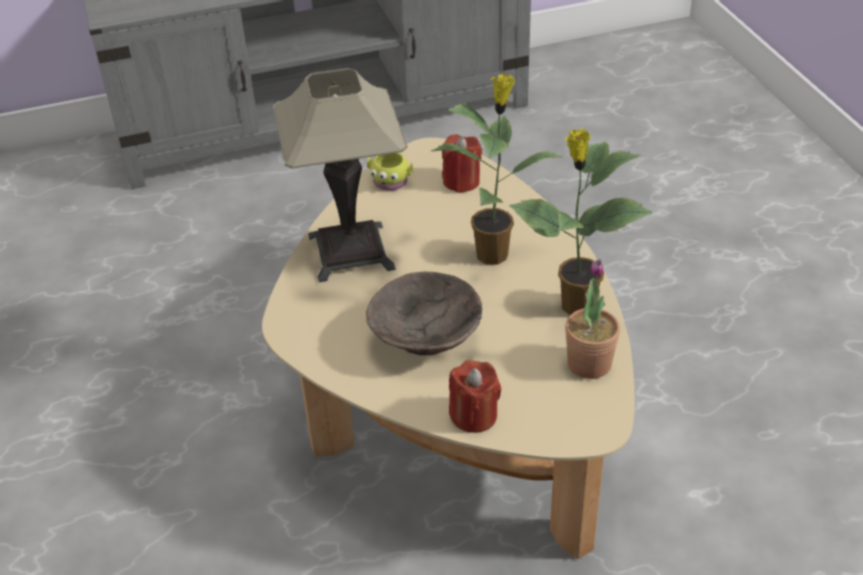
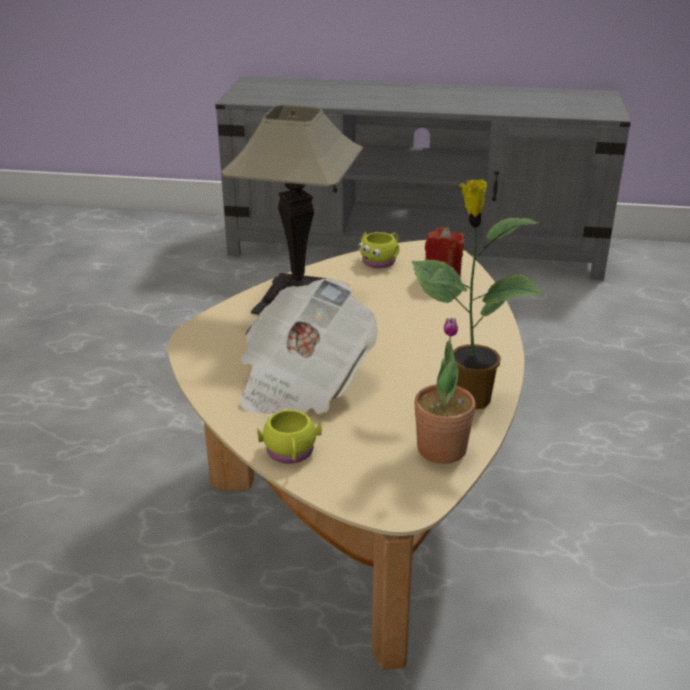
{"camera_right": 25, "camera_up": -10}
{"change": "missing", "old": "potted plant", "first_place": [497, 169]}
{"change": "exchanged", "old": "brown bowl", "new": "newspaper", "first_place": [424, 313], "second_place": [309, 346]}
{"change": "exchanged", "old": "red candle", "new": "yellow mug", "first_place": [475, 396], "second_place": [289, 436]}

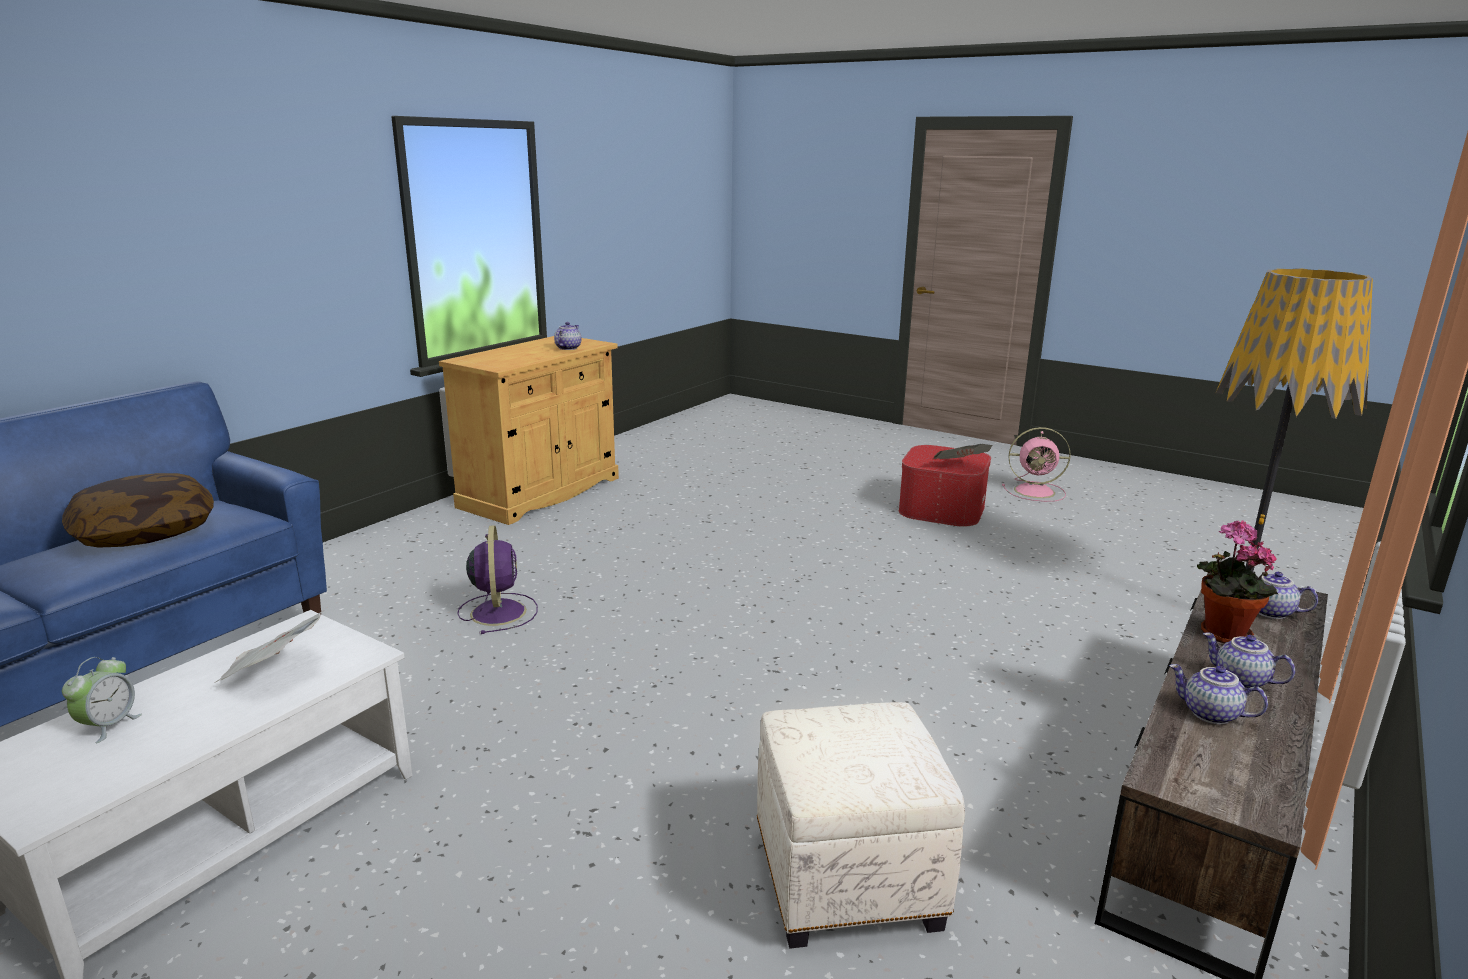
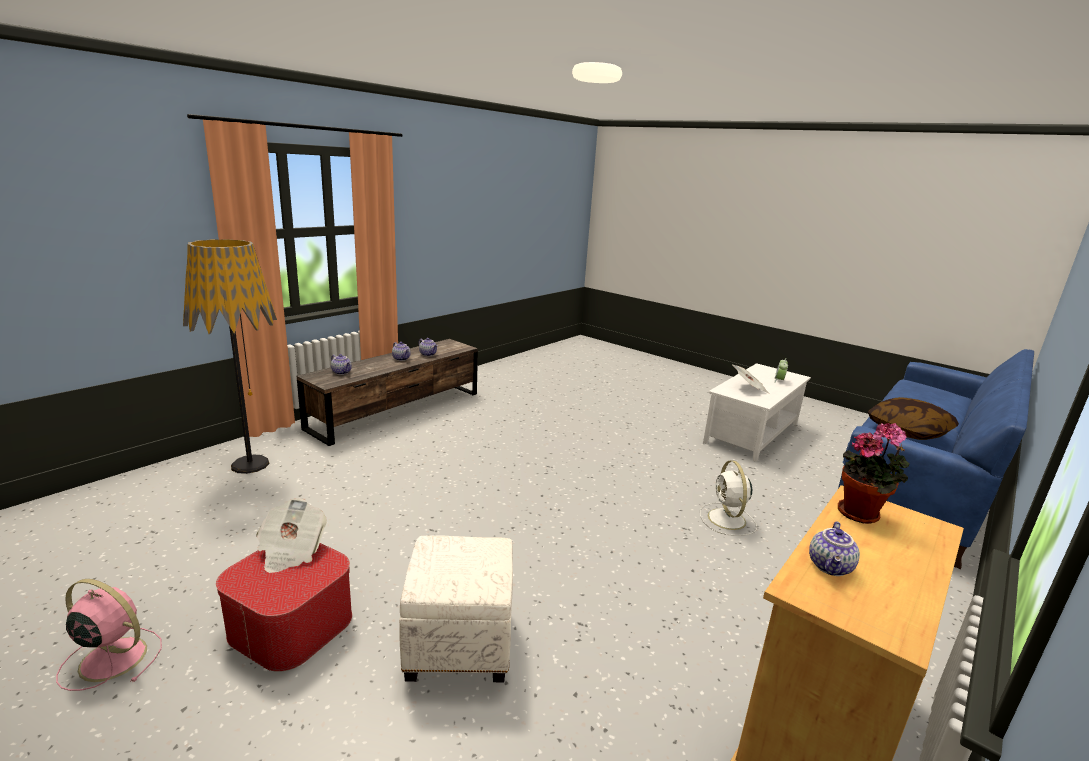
{"camera_right": -175, "camera_up": 0}
{"change": "relocated", "old": "potted plant", "first_place": [1237, 582], "second_place": [874, 473]}
{"change": "colour", "old": "purple fan", "new": "white fan", "first_place": [497, 579], "second_place": [728, 498]}
{"change": "relocated", "old": "white ottoman", "first_place": [861, 825], "second_place": [456, 609]}

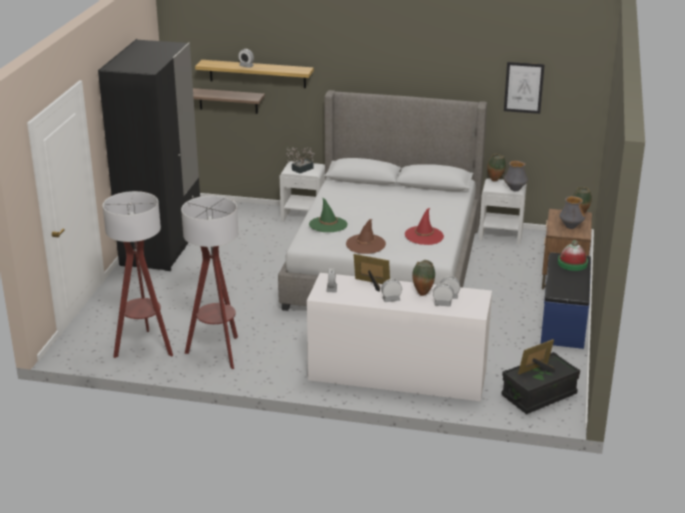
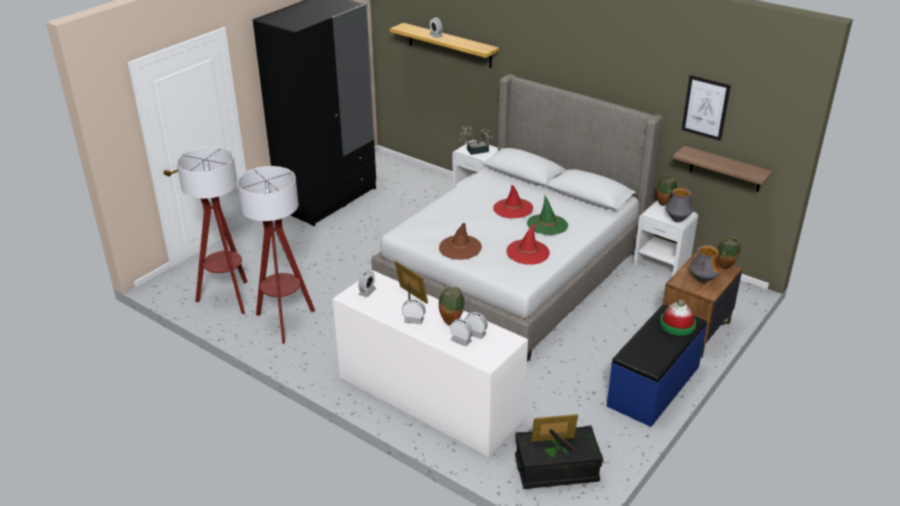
{"camera_right": 25, "camera_up": 5}
{"change": "relocated", "old": "shelf", "first_place": [229, 101], "second_place": [723, 169]}
{"change": "relocated", "old": "green hat", "first_place": [328, 214], "second_place": [547, 215]}
{"change": "appeared", "new": "red hat", "second_place": [513, 201]}

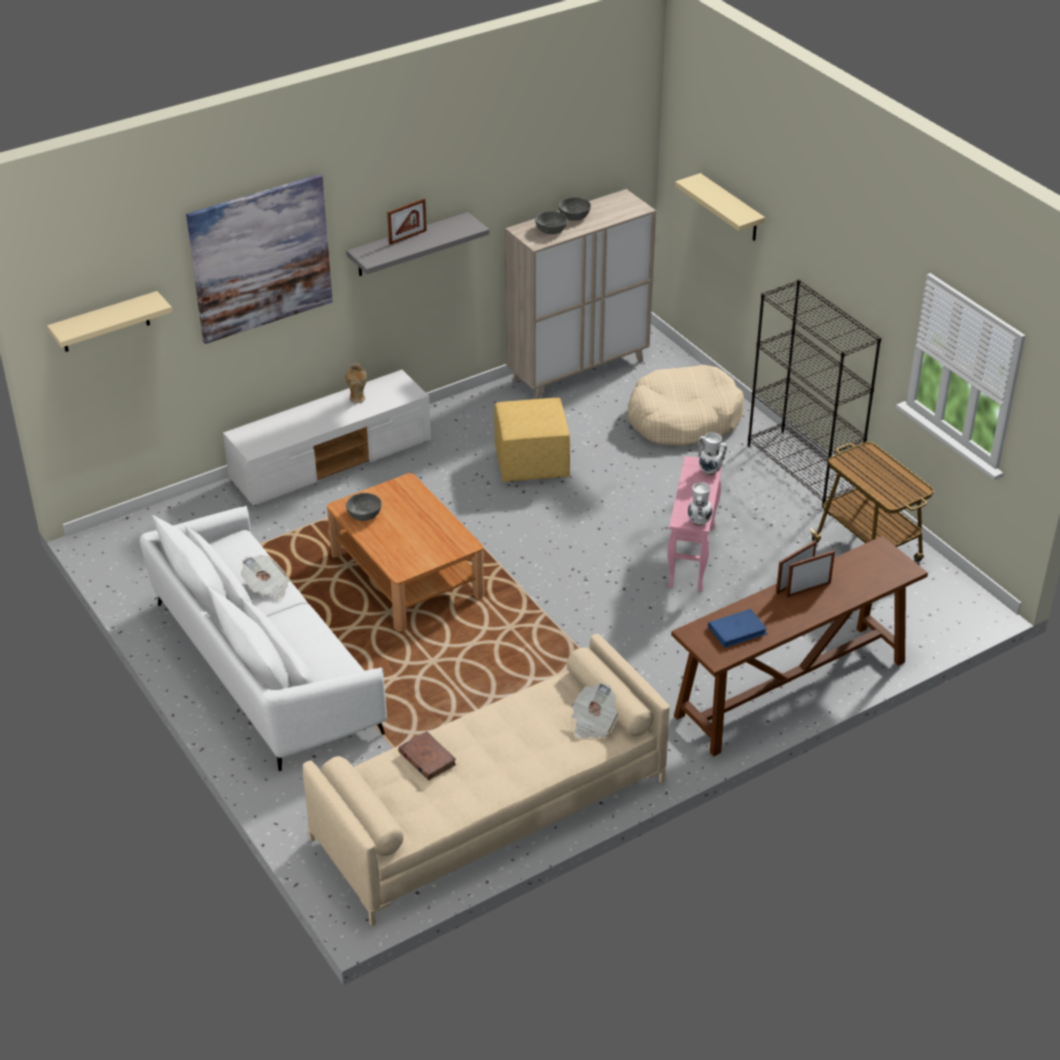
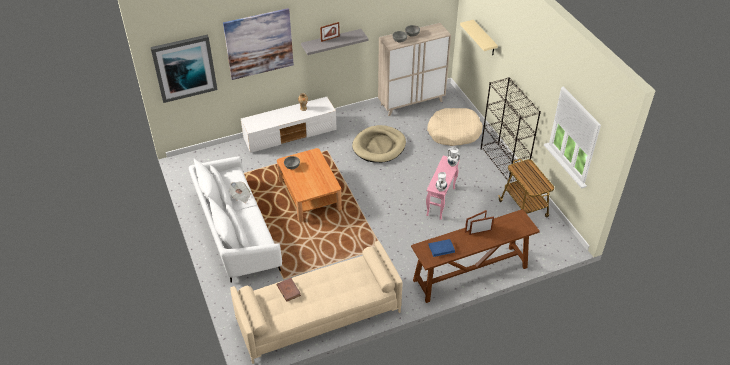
{"camera_right": 10, "camera_up": 5}
{"change": "exchanged", "old": "beige shelf", "new": "picture", "first_place": [109, 321], "second_place": [183, 69]}
{"change": "exchanged", "old": "yellow ottoman", "new": "beige dog bed", "first_place": [532, 440], "second_place": [379, 144]}
{"change": "missing", "old": "newspaper", "first_place": [595, 710]}

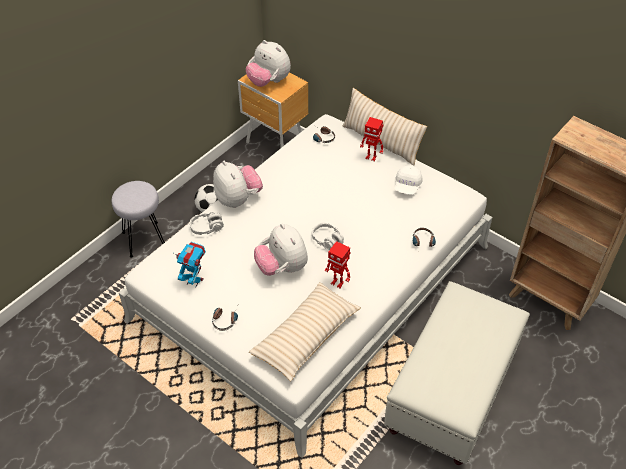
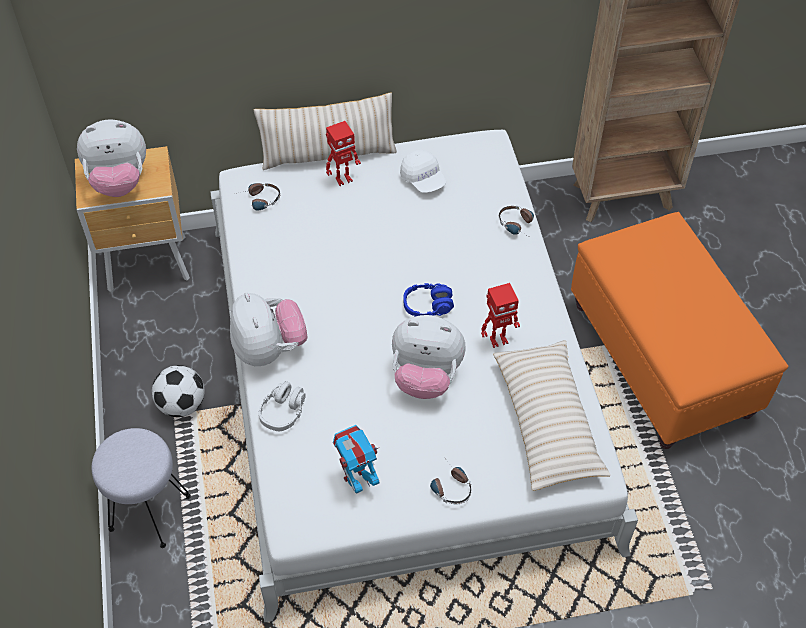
{"camera_right": -50, "camera_up": 5}
{"change": "spun", "old": "plush toy", "first_place": [238, 184], "second_place": [269, 329], "degrees": 60}
{"change": "colour", "old": "grey headphones", "new": "blue headphones", "first_place": [328, 236], "second_place": [429, 299]}
{"change": "colour", "old": "white ottoman", "new": "orange ottoman", "first_place": [457, 373], "second_place": [680, 330]}

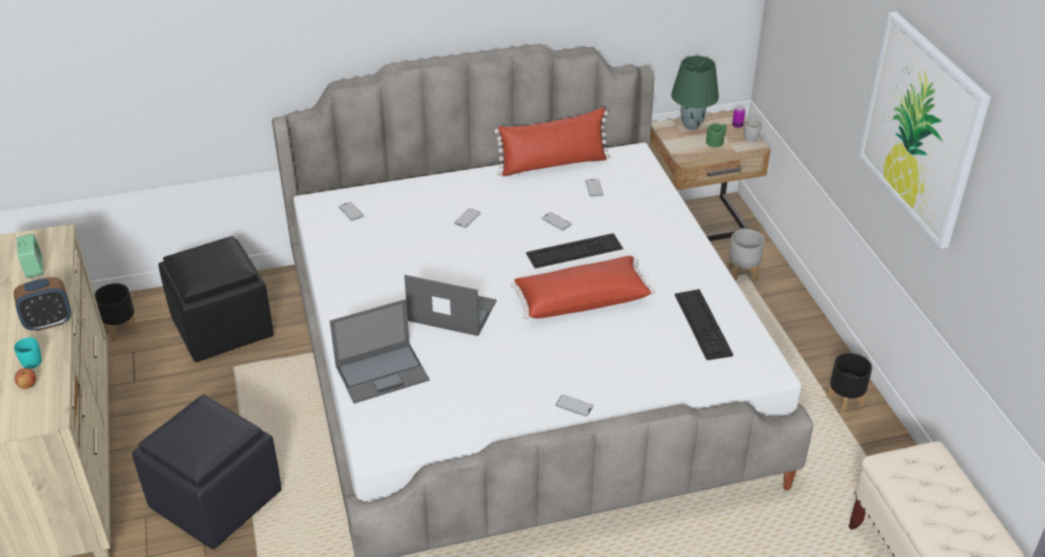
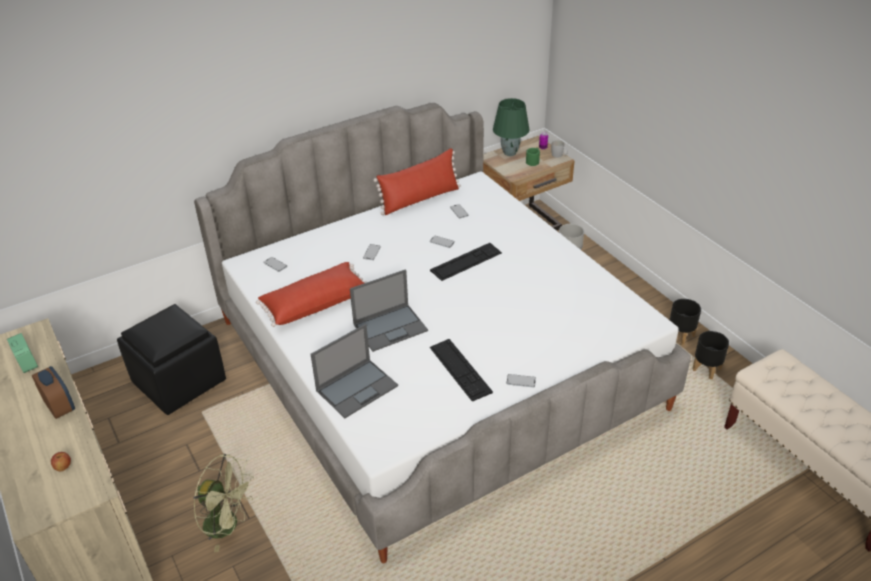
{"camera_right": -15, "camera_up": 0}
{"change": "missing", "old": "picture", "first_place": [925, 130]}
{"change": "relocated", "old": "red pillow", "first_place": [583, 287], "second_place": [311, 294]}
{"change": "spun", "old": "laptop", "first_place": [450, 305], "second_place": [389, 310], "degrees": 150}
{"change": "spun", "old": "alarm clock", "first_place": [42, 304], "second_place": [53, 392], "degrees": -90}
{"change": "relocated", "old": "black planter", "first_place": [116, 312], "second_place": [710, 355]}
{"change": "relocated", "old": "keyboard", "first_place": [703, 324], "second_place": [461, 370]}
{"change": "missing", "old": "turquoise mug", "first_place": [28, 353]}
{"change": "exchanged", "old": "black ottoman", "new": "green fan", "first_place": [207, 471], "second_place": [223, 503]}

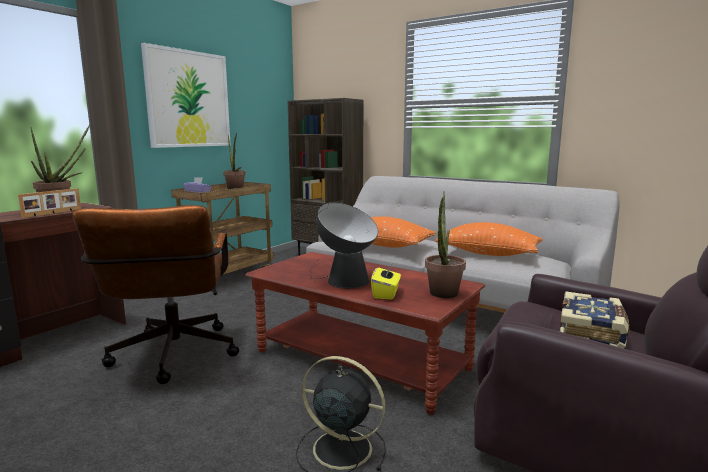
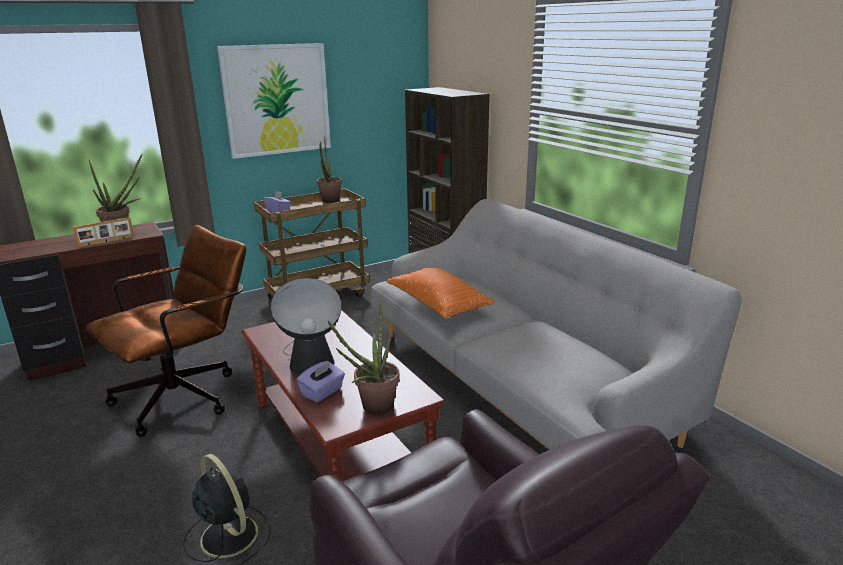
{"camera_right": 25, "camera_up": 10}
{"change": "spun", "old": "brown office chair", "first_place": [156, 294], "second_place": [166, 331], "degrees": -150}
{"change": "missing", "old": "orange pillow", "first_place": [489, 239]}
{"change": "colour", "old": "yellow tissue box", "new": "purple tissue box", "first_place": [386, 282], "second_place": [320, 382]}
{"change": "missing", "old": "book", "first_place": [594, 320]}

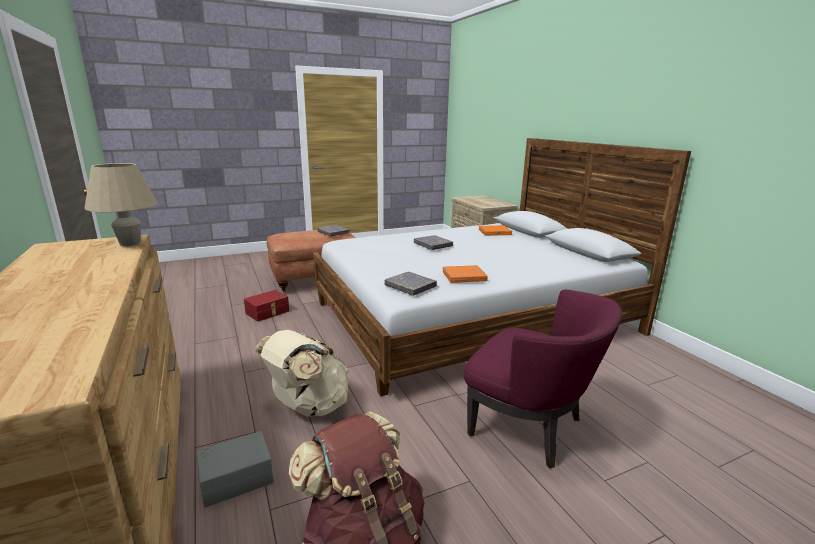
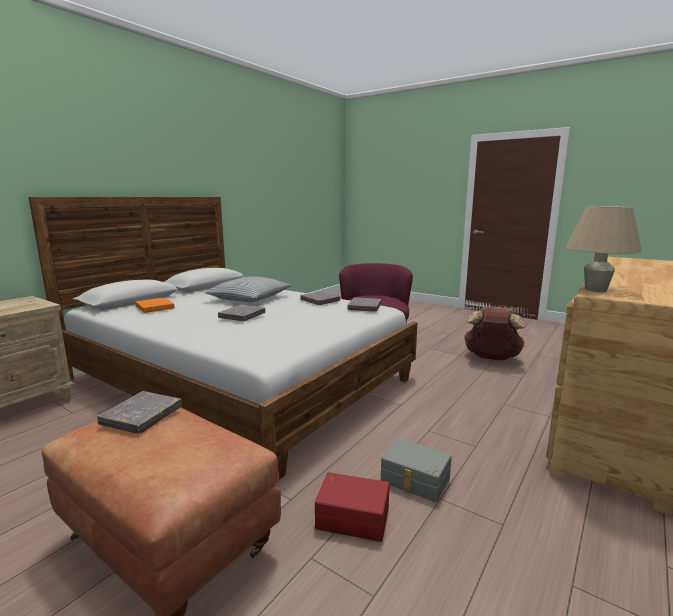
{"camera_right": -120, "camera_up": -5}
{"change": "colour", "old": "orange book", "new": "grey book", "first_place": [465, 274], "second_place": [320, 298]}
{"change": "missing", "old": "beige backpack", "first_place": [301, 373]}
{"change": "relocated", "old": "grey storage box", "first_place": [235, 469], "second_place": [416, 470]}
{"change": "appeared", "new": "pillow", "second_place": [248, 289]}

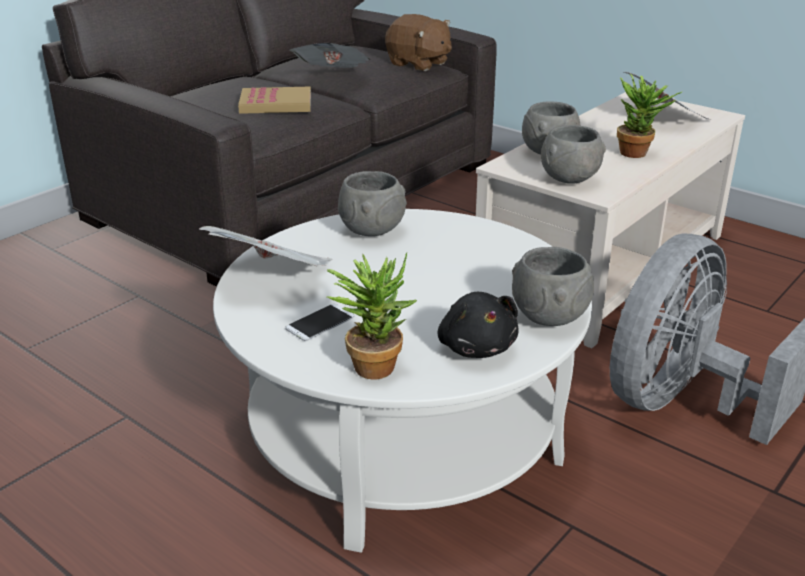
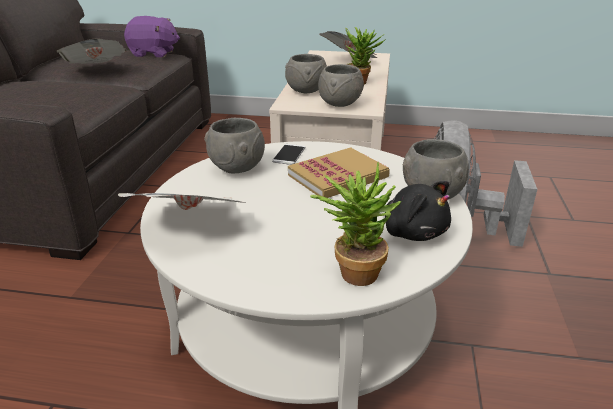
{"camera_right": -30, "camera_up": 0}
{"change": "colour", "old": "brown plush toy", "new": "purple plush toy", "first_place": [418, 42], "second_place": [152, 36]}
{"change": "relocated", "old": "book", "first_place": [274, 100], "second_place": [339, 172]}
{"change": "relocated", "old": "phone", "first_place": [319, 322], "second_place": [289, 154]}

